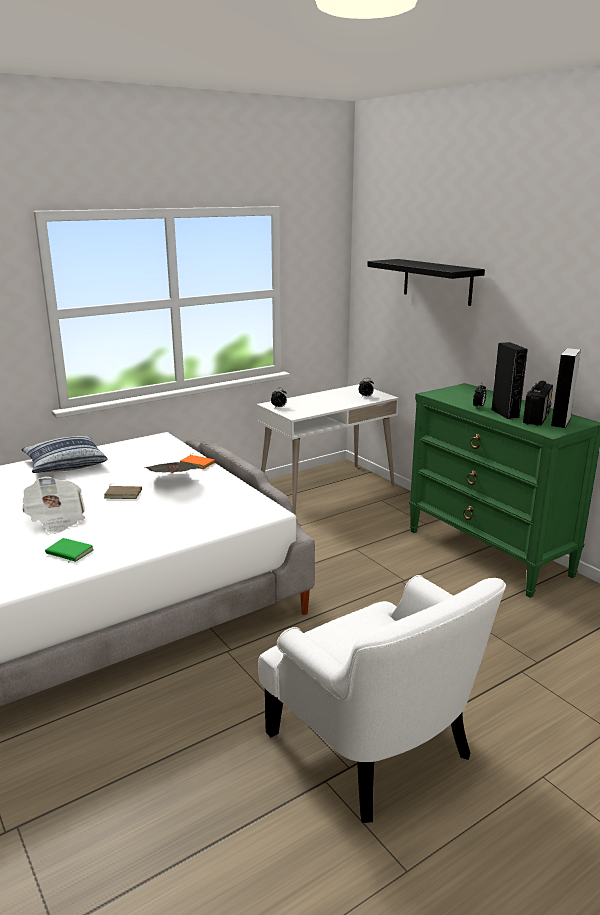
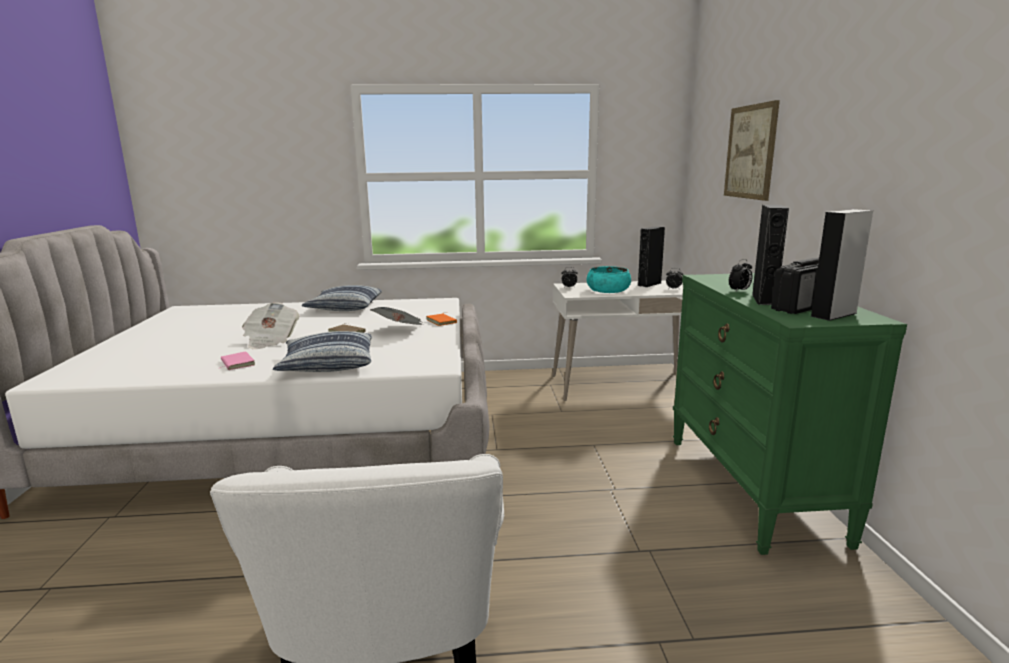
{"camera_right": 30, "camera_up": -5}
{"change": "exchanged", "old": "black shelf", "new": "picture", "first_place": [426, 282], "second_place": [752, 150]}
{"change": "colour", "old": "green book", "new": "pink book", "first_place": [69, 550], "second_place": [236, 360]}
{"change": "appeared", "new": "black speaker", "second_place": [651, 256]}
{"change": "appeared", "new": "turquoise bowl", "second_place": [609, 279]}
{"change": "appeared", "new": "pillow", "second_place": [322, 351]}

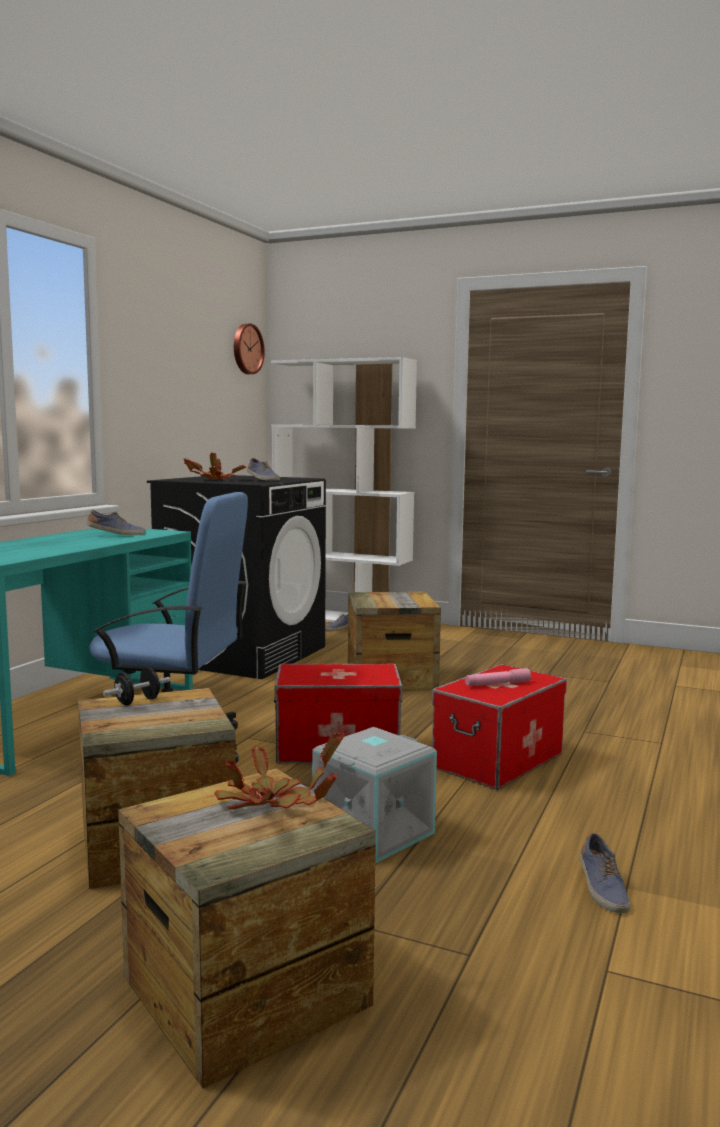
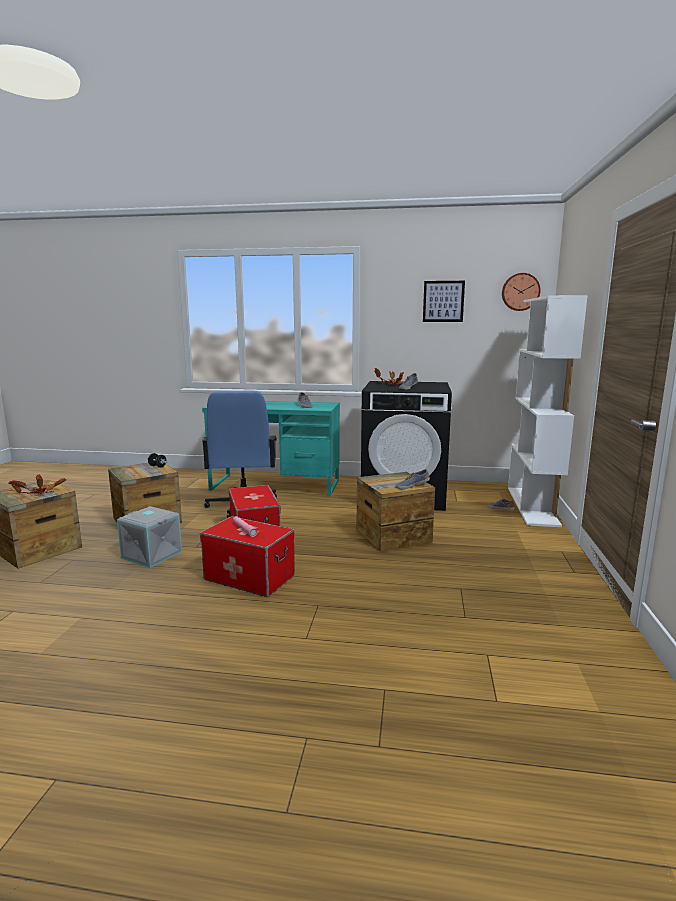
{"camera_right": 75, "camera_up": 5}
{"change": "relocated", "old": "shoe", "first_place": [605, 873], "second_place": [412, 479]}
{"change": "appeared", "new": "picture", "second_place": [444, 301]}

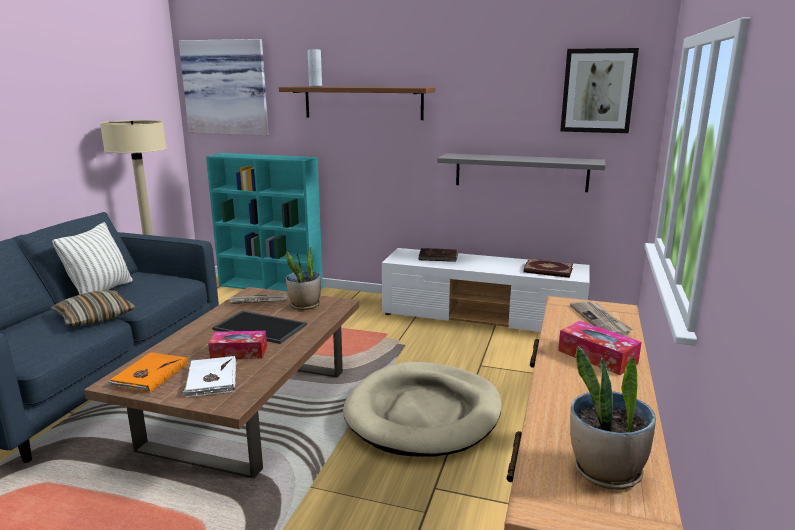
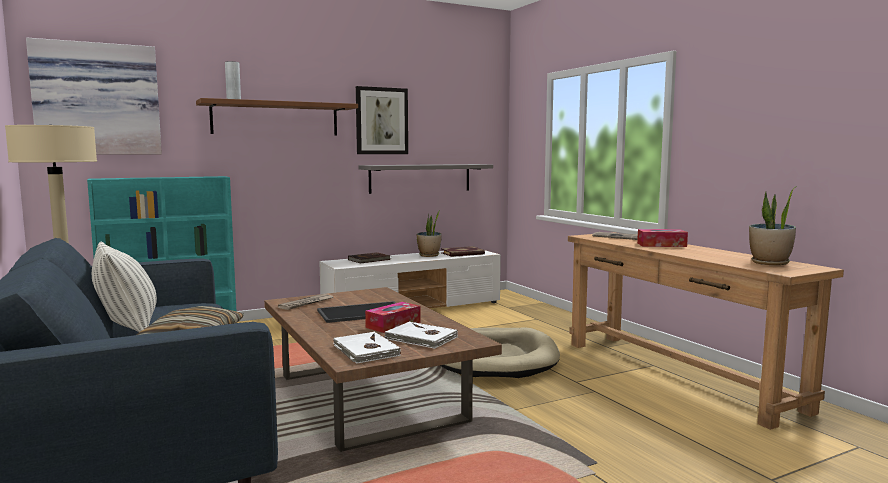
{"camera_right": -45, "camera_up": -10}
{"change": "relocated", "old": "picture", "first_place": [599, 90], "second_place": [382, 120]}
{"change": "relocated", "old": "potted plant", "first_place": [303, 279], "second_place": [428, 233]}
{"change": "colour", "old": "orange book", "new": "white book", "first_place": [147, 372], "second_place": [367, 347]}

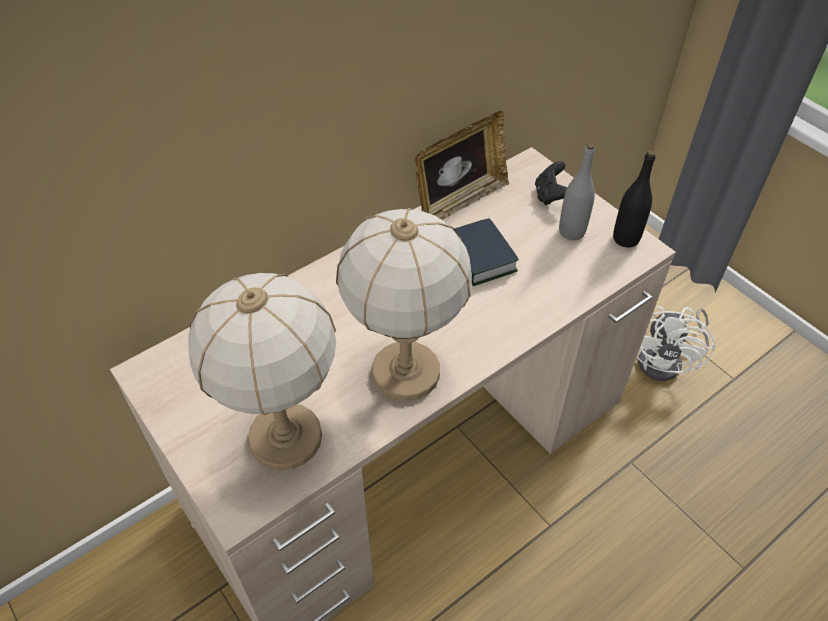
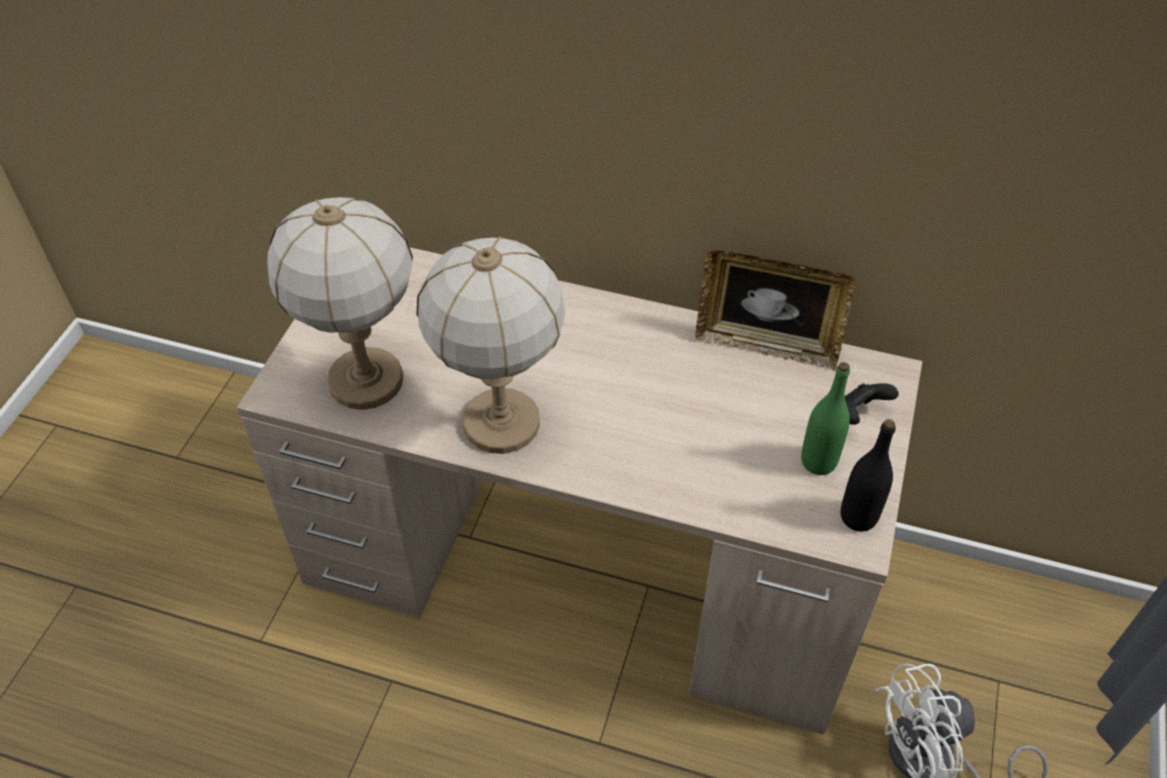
{"camera_right": 55, "camera_up": 0}
{"change": "colour", "old": "grey bottle", "new": "green bottle", "first_place": [577, 191], "second_place": [825, 418]}
{"change": "missing", "old": "book", "first_place": [486, 252]}

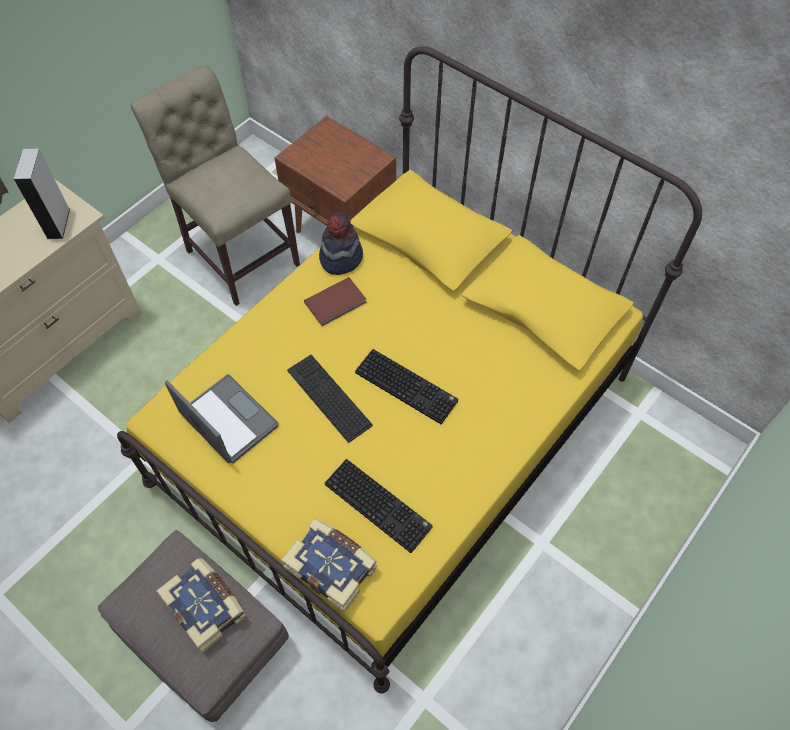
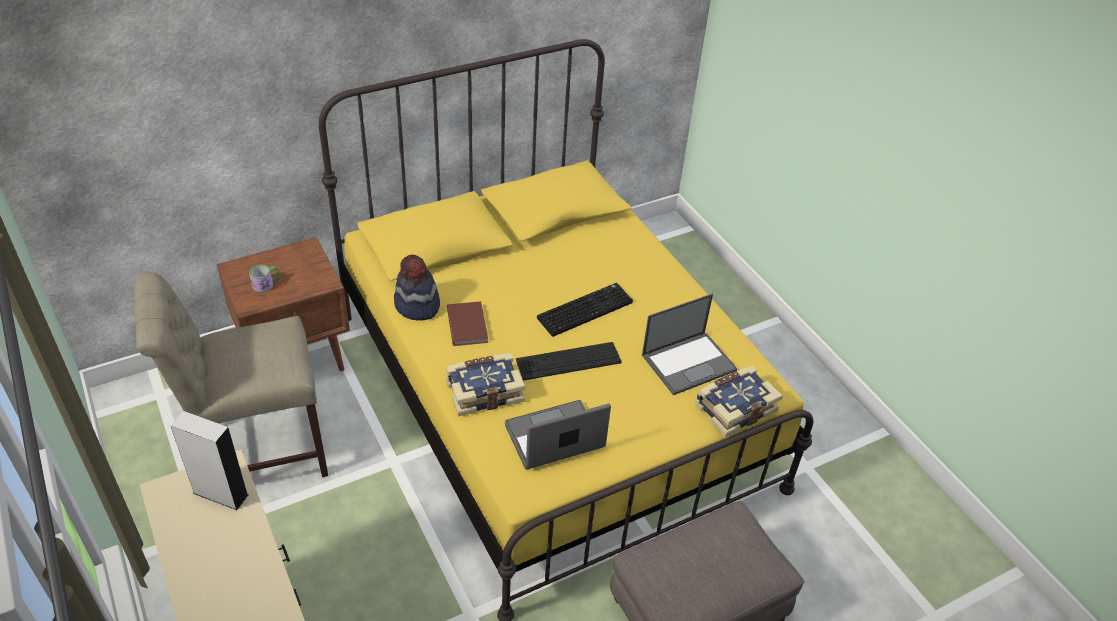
{"camera_right": -70, "camera_up": -15}
{"change": "exchanged", "old": "keyboard", "new": "laptop", "first_place": [379, 506], "second_place": [690, 344]}
{"change": "relocated", "old": "book", "first_place": [201, 605], "second_place": [485, 384]}
{"change": "appeared", "new": "mug", "second_place": [264, 279]}

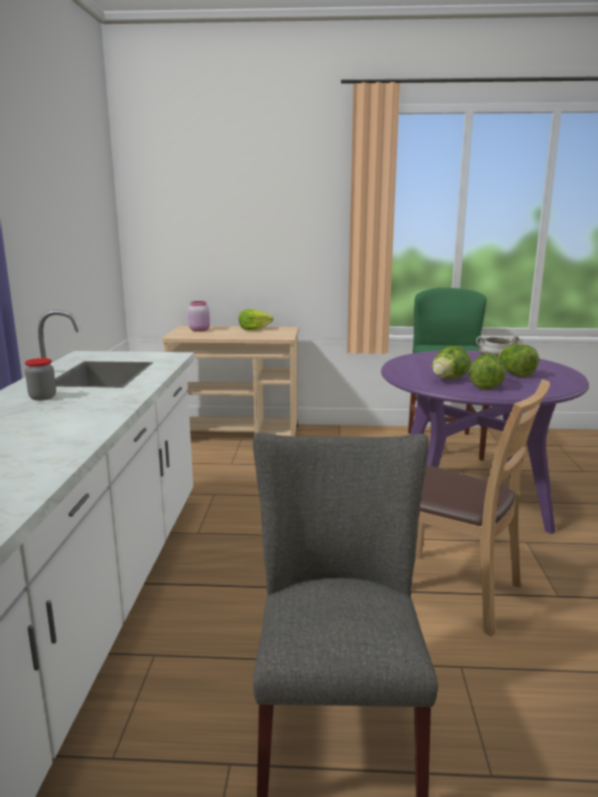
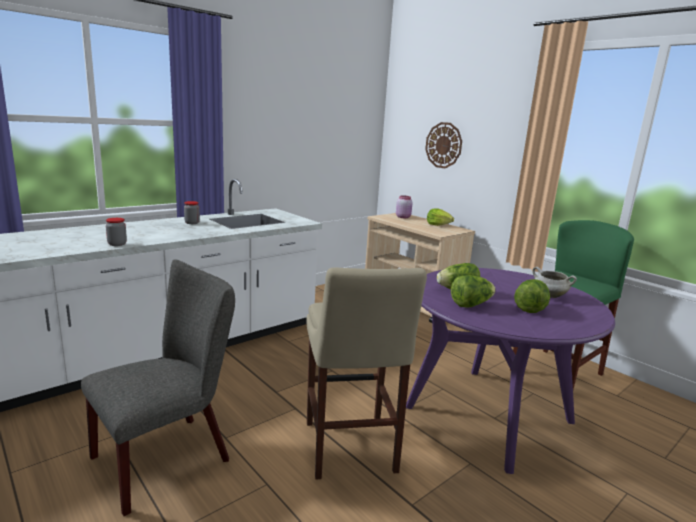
{"camera_right": 45, "camera_up": 0}
{"change": "exchanged", "old": "brown chair", "new": "beige stool", "first_place": [482, 508], "second_place": [366, 374]}
{"change": "appeared", "new": "wall clock", "second_place": [443, 145]}
{"change": "appeared", "new": "jar", "second_place": [116, 232]}

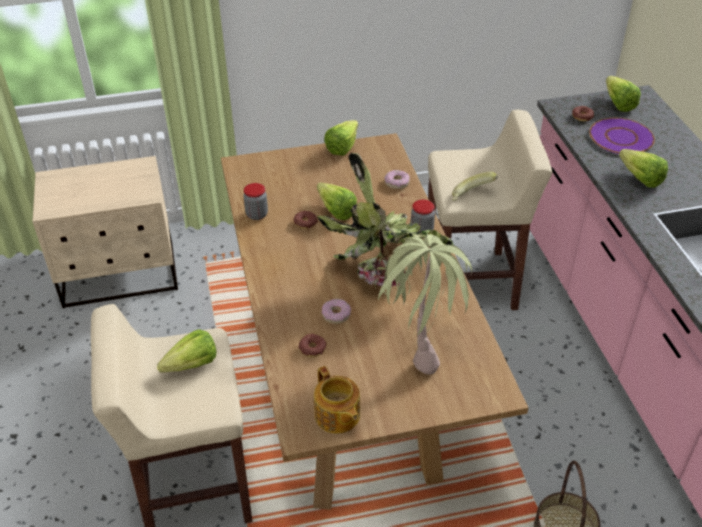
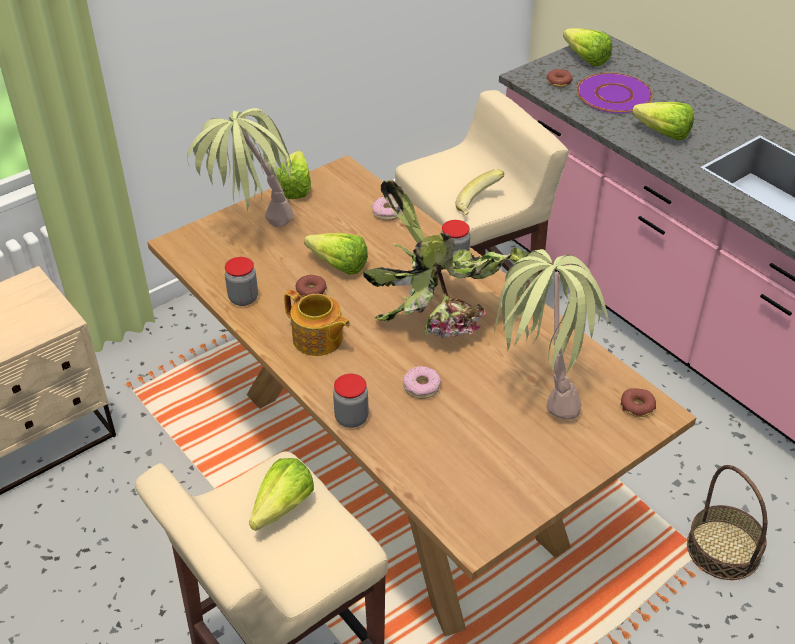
{"camera_right": -25, "camera_up": 0}
{"change": "relocated", "old": "donut", "first_place": [312, 345], "second_place": [638, 402]}
{"change": "relocated", "old": "teapot", "first_place": [337, 400], "second_place": [317, 323]}
{"change": "appeared", "new": "potted plant", "second_place": [240, 167]}
{"change": "appeared", "new": "jar", "second_place": [351, 401]}

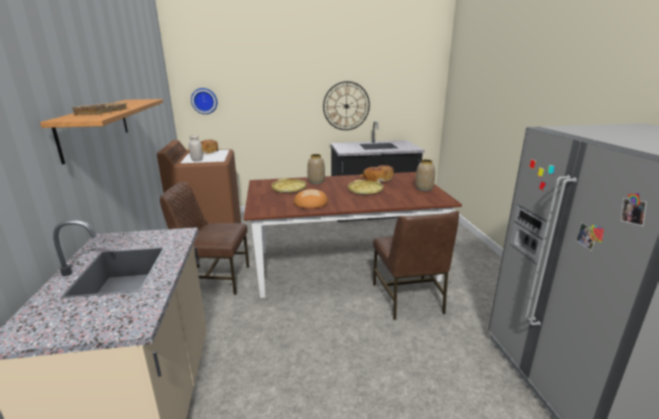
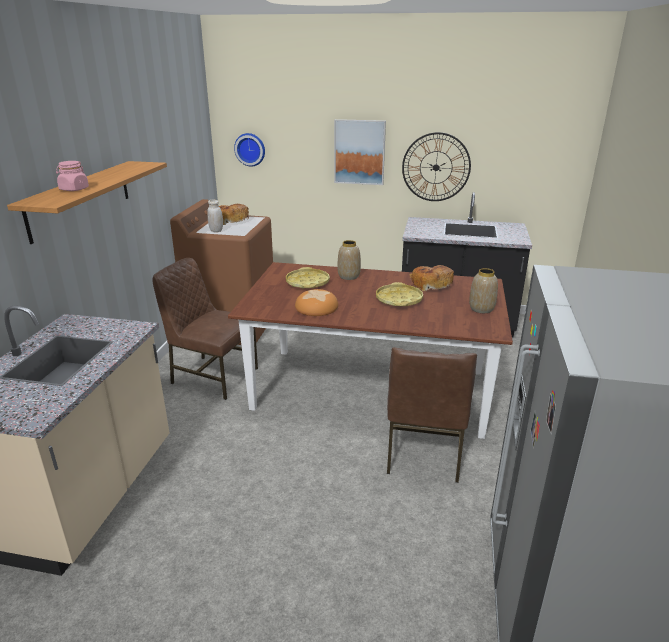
{"camera_right": 20, "camera_up": 5}
{"change": "exchanged", "old": "beige tray", "new": "pink jar", "first_place": [98, 108], "second_place": [72, 176]}
{"change": "appeared", "new": "picture", "second_place": [360, 152]}

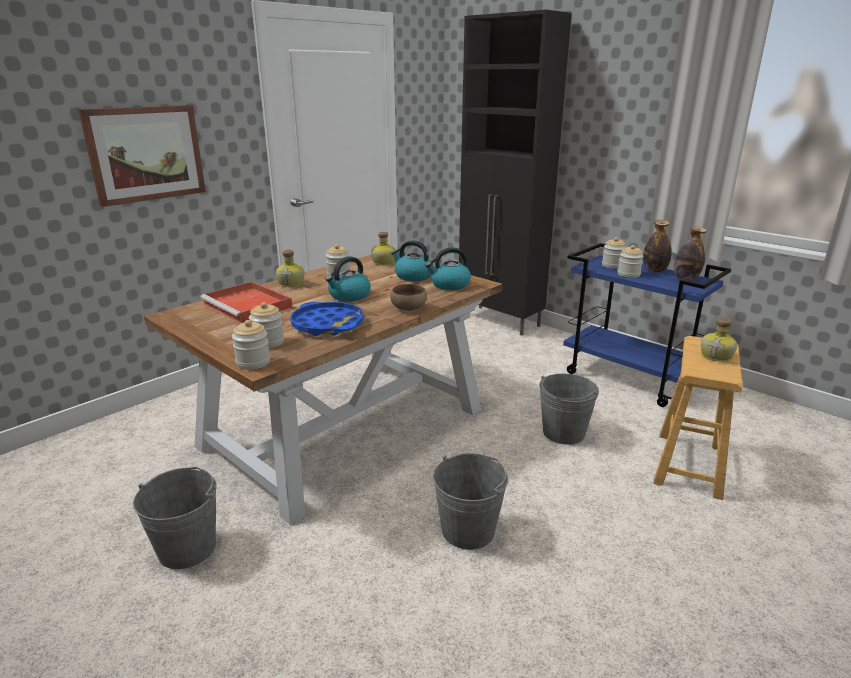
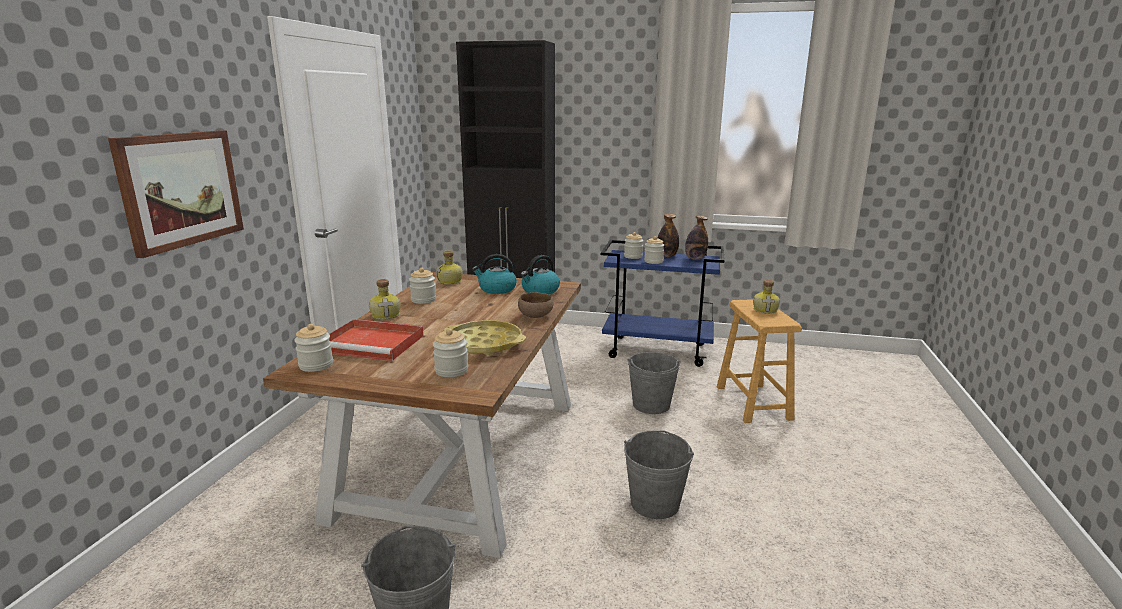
{"camera_right": -30, "camera_up": -5}
{"change": "missing", "old": "kettle", "first_place": [348, 279]}
{"change": "colour", "old": "blue tray", "new": "yellow tray", "first_place": [327, 319], "second_place": [485, 337]}
{"change": "relocated", "old": "jar", "first_place": [251, 345], "second_place": [313, 348]}

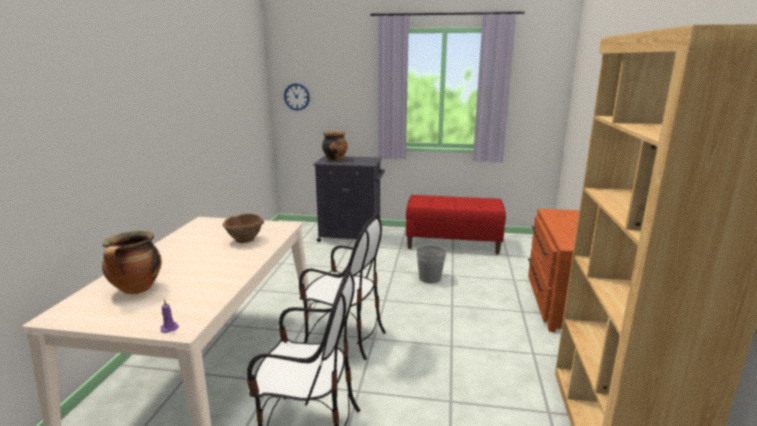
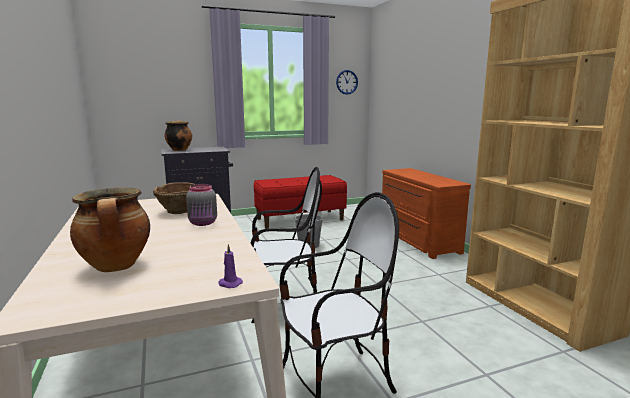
{"camera_right": -30, "camera_up": -5}
{"change": "relocated", "old": "wall clock", "first_place": [297, 97], "second_place": [347, 82]}
{"change": "appeared", "new": "grey jar", "second_place": [201, 205]}

